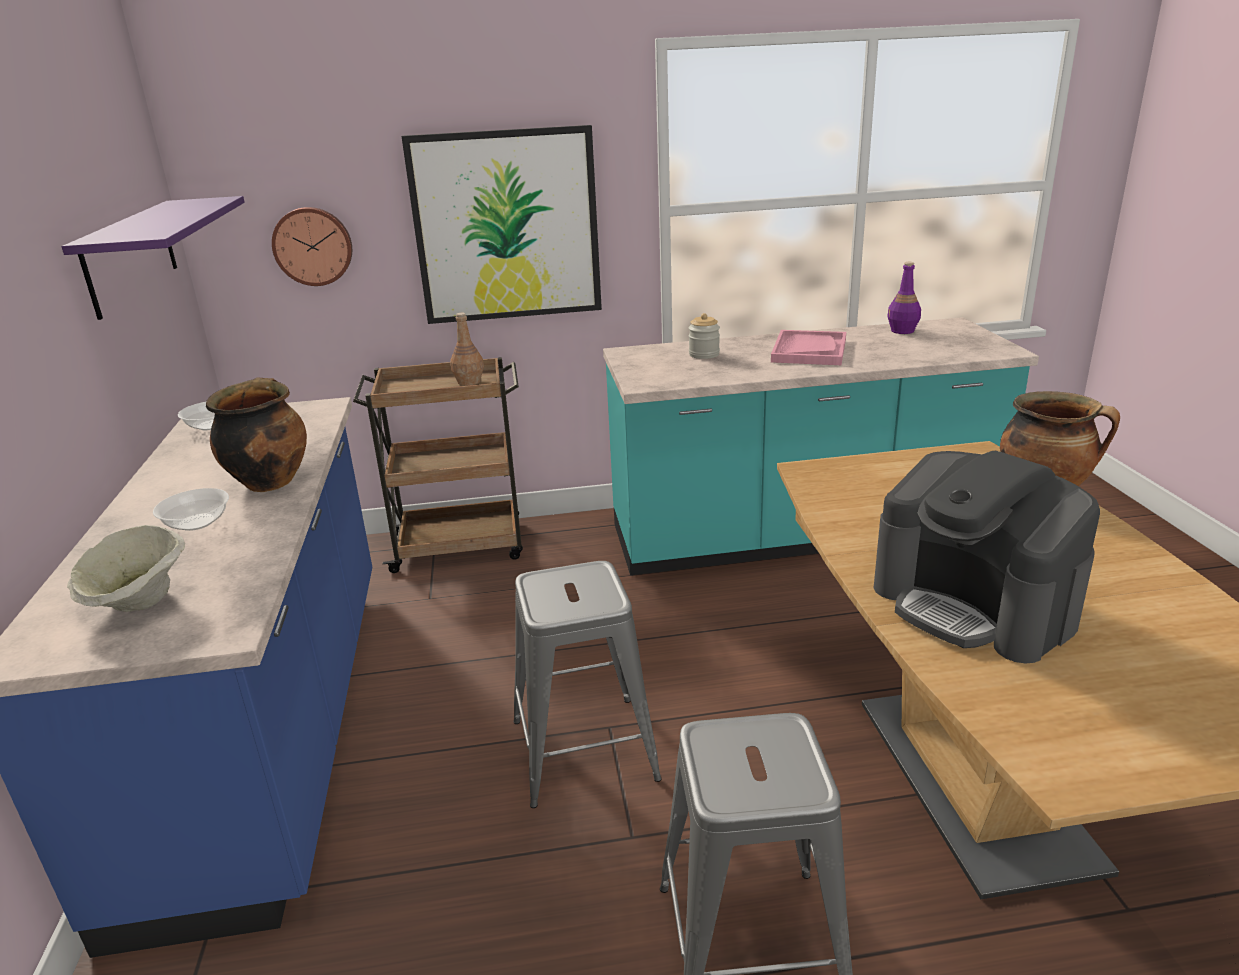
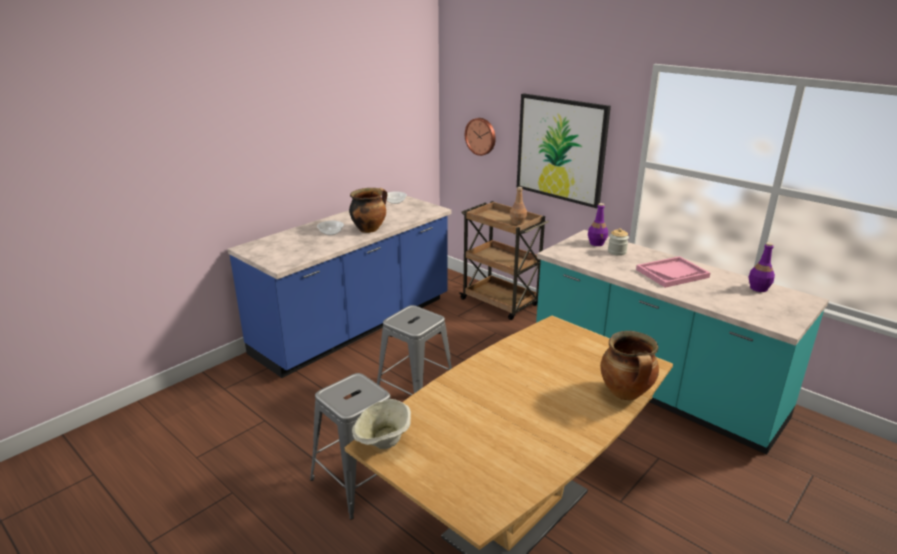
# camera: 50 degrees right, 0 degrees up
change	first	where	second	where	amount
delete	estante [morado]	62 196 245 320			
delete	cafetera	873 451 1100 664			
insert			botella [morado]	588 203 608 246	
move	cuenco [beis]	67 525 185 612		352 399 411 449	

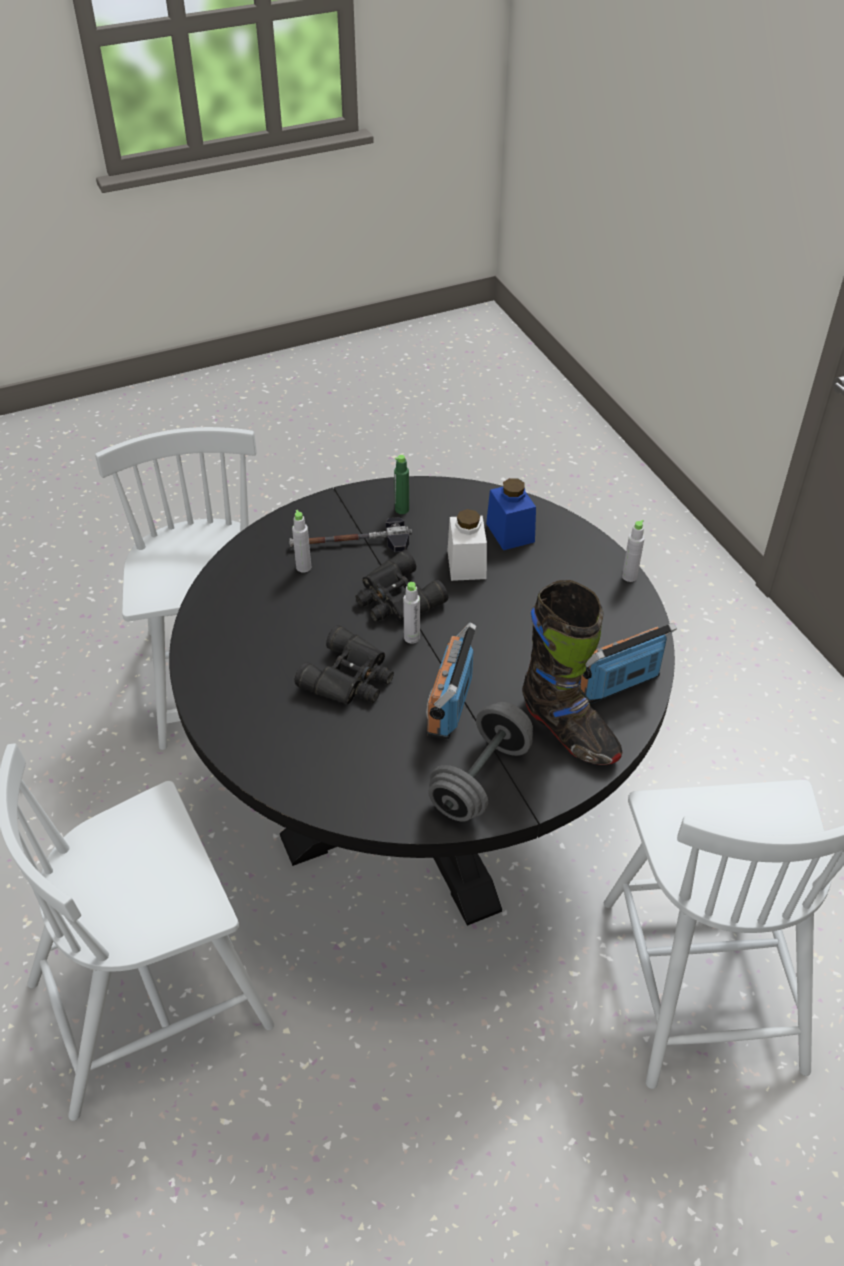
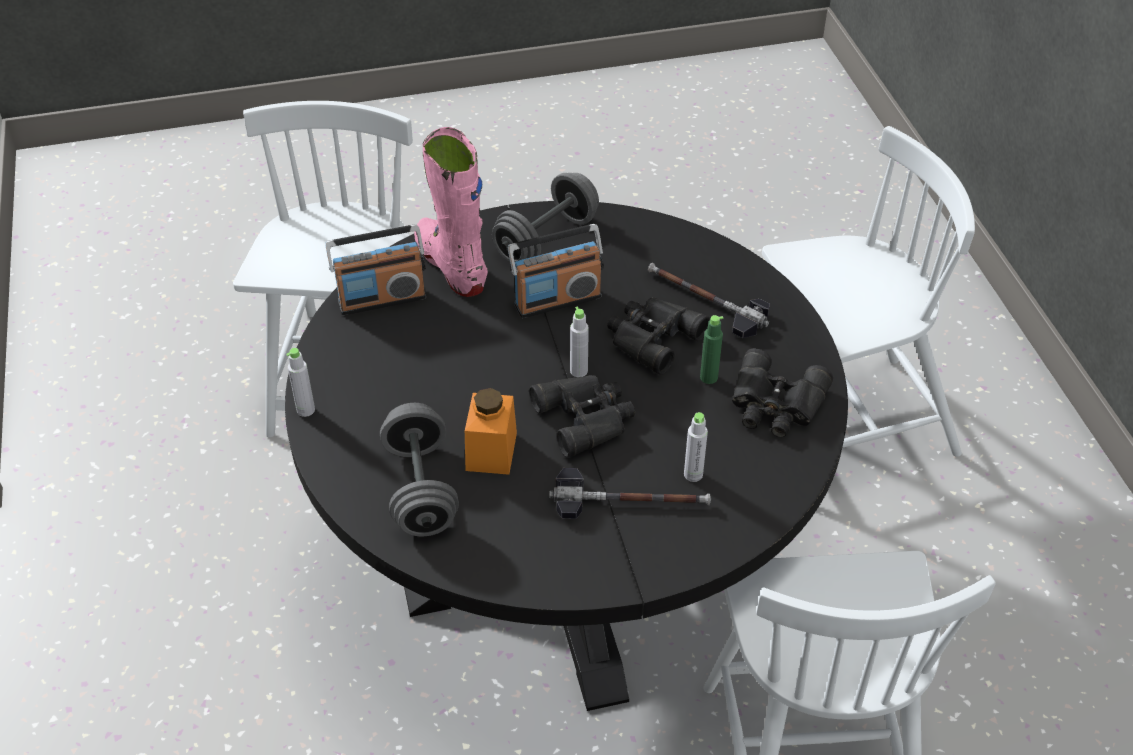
# camera: 170 degrees left, 0 degrees up
change	first	where	second	where	amount
insert			martillo	648 263 770 338	
insert			prismáticos [negro]	732 348 833 438	
move	botella [verde]	394 455 409 514		700 315 723 384	
replace	tarro [azul]	486 478 536 550	mancuerna [gris]	380 403 459 536	
recolor	tarro [blanco]	447 509 487 581	tarro [naranja]	465 388 517 475	
recolor	bota [negro]	522 580 623 765	bota [rosa]	414 127 488 297	
rotate	radio	426 622 476 740		508 224 604 318	45 degrees clockwise

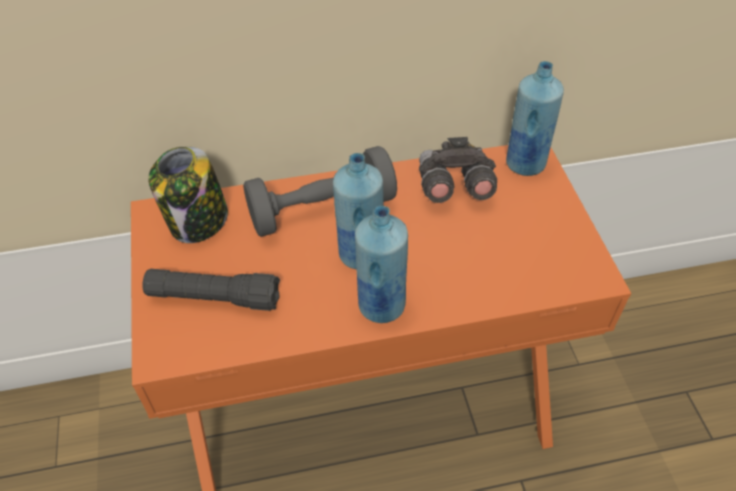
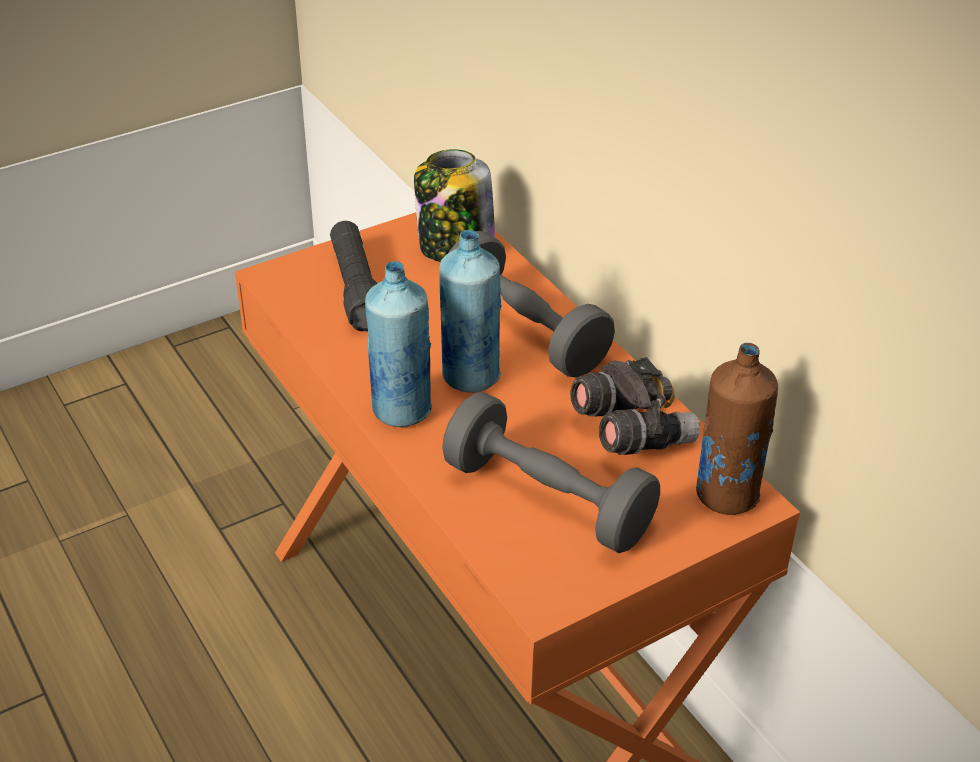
# camera: 70 degrees right, 10 degrees down
change	first	where	second	where	amount
insert			mancuerna [gris]	442 392 660 553	
recolor	botella [azul]	506 61 564 176	botella [marrón]	696 343 778 515	

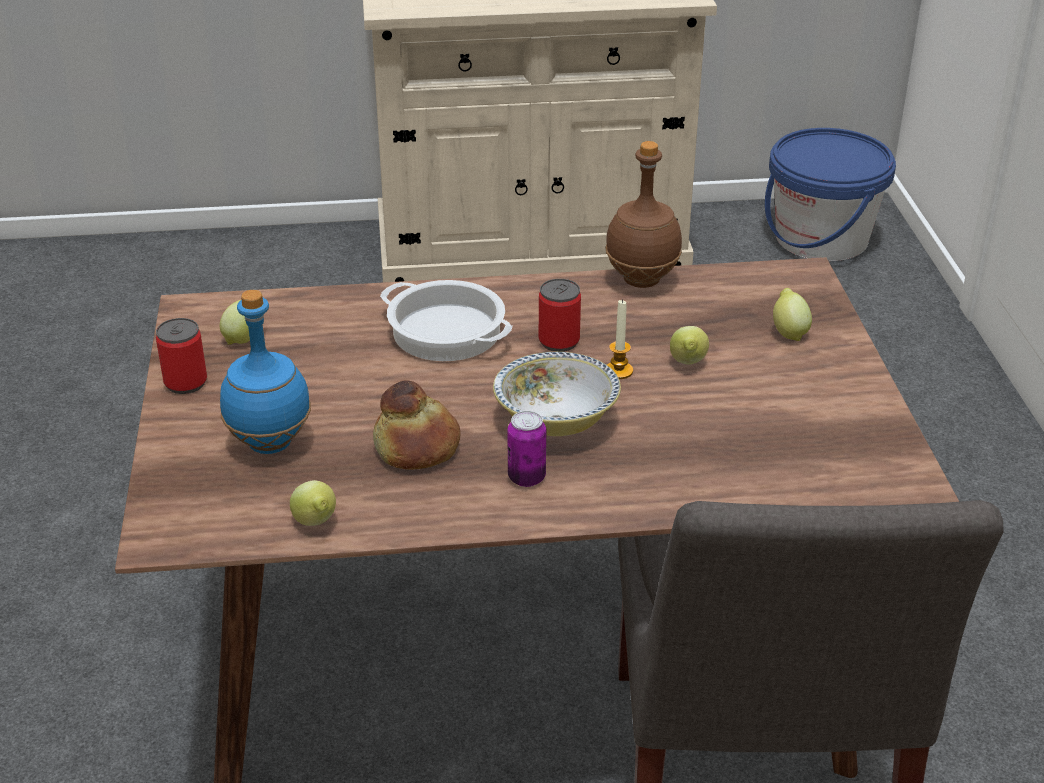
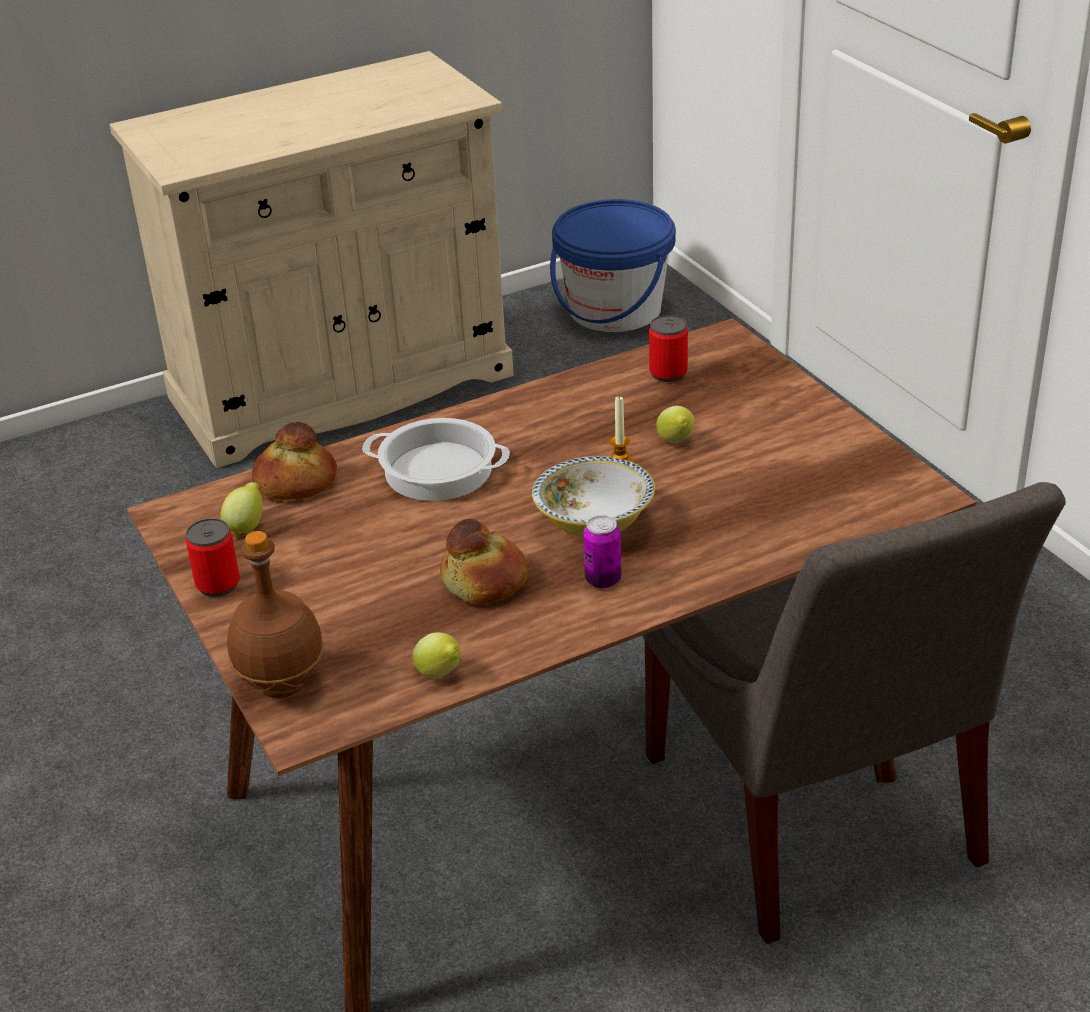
# camera: 20 degrees left, 0 degrees up
change	first	where	second	where	amount
delete	botella [azul]	220 290 311 454			
delete	limón	773 288 812 341			
insert			pan	252 421 337 500	
move	lata	539 279 581 352		649 315 688 382	
move	botella [marrón]	605 141 682 288		227 531 324 698	

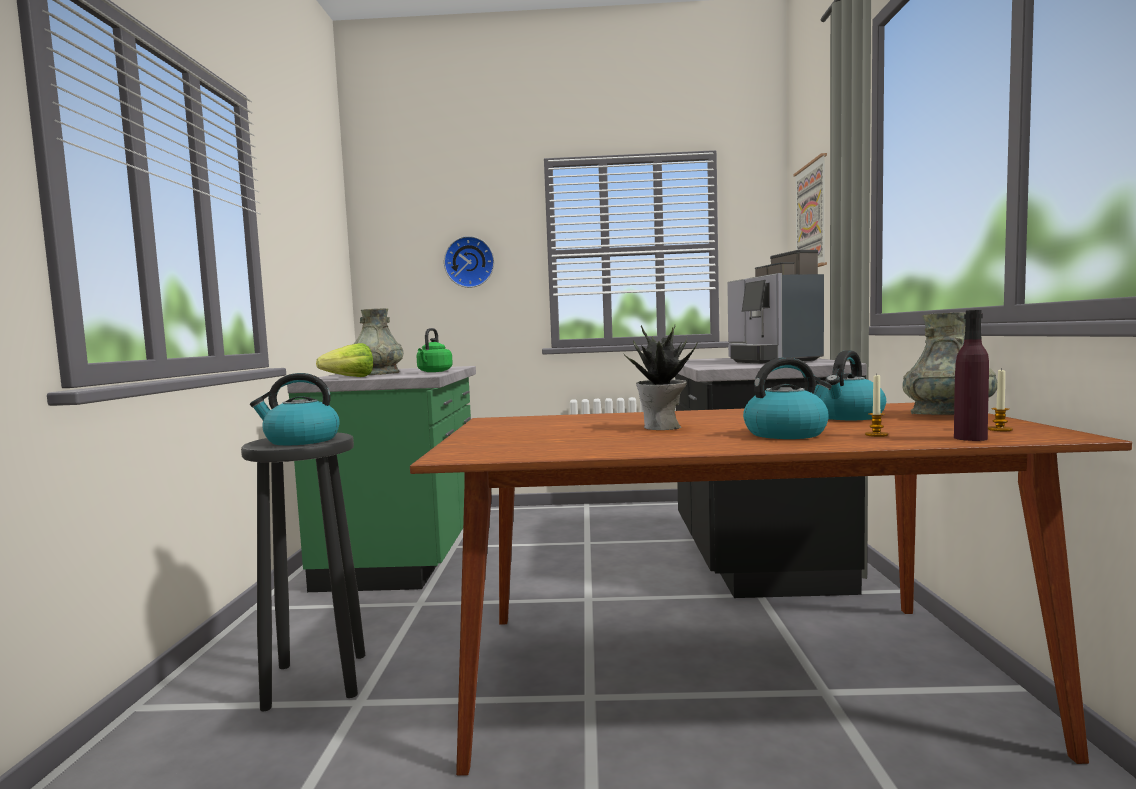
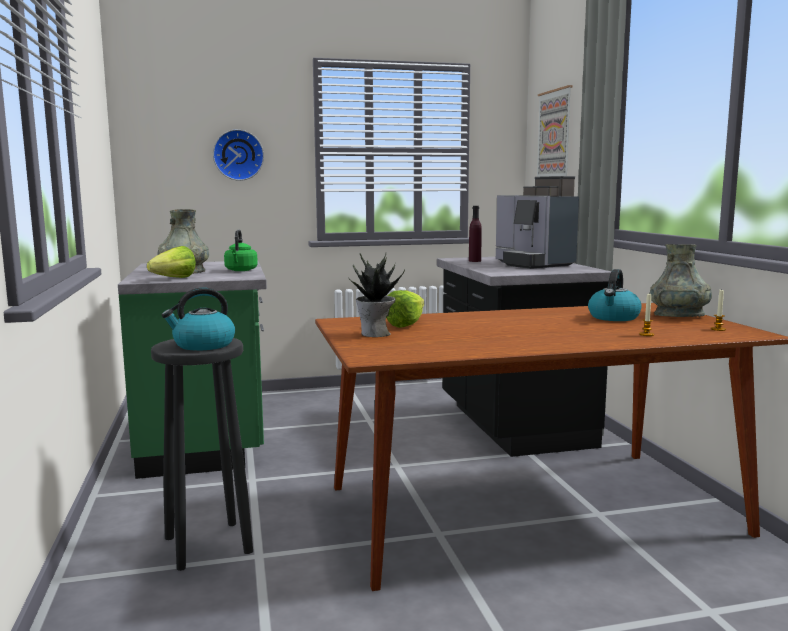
# camera: 15 degrees left, 5 degrees up
change	first	where	second	where	amount
delete	hervidor	743 357 832 439			
insert			lechuga	386 290 424 328	
move	planta en maceta	624 325 698 430		348 253 405 337	
move	botella [morado]	954 310 989 441		469 206 482 262	

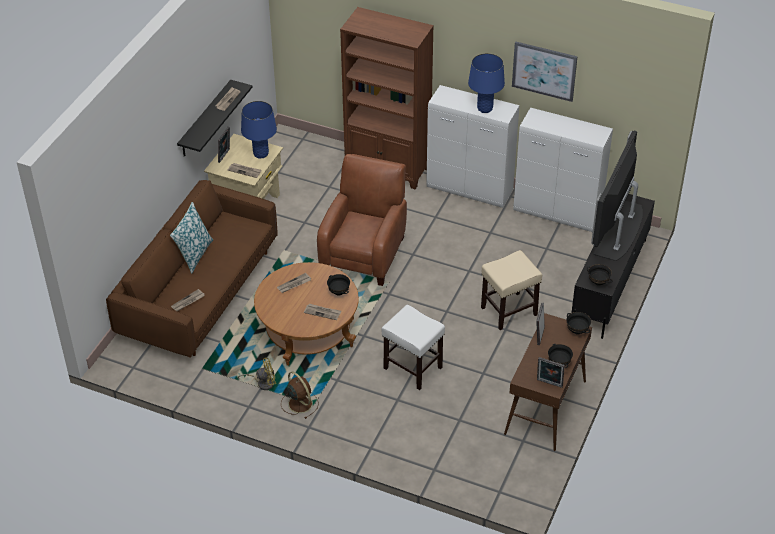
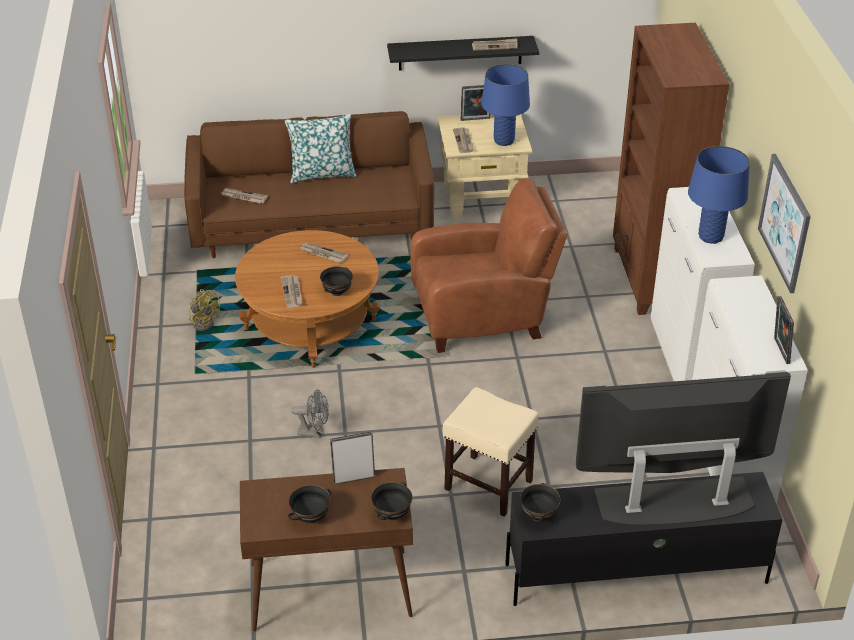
# camera: 60 degrees right, 5 degrees down
change	first	where	second	where	amount
delete	ventilador [marrón]	281 372 319 419			
move	portarretratos	537 357 565 388		774 296 794 364	
replace	taburete [blanco]	382 305 445 390	ventilador [gris]	291 389 329 438	

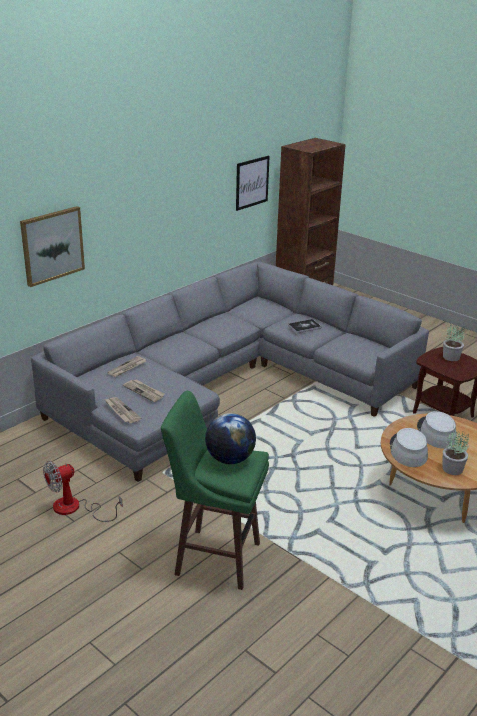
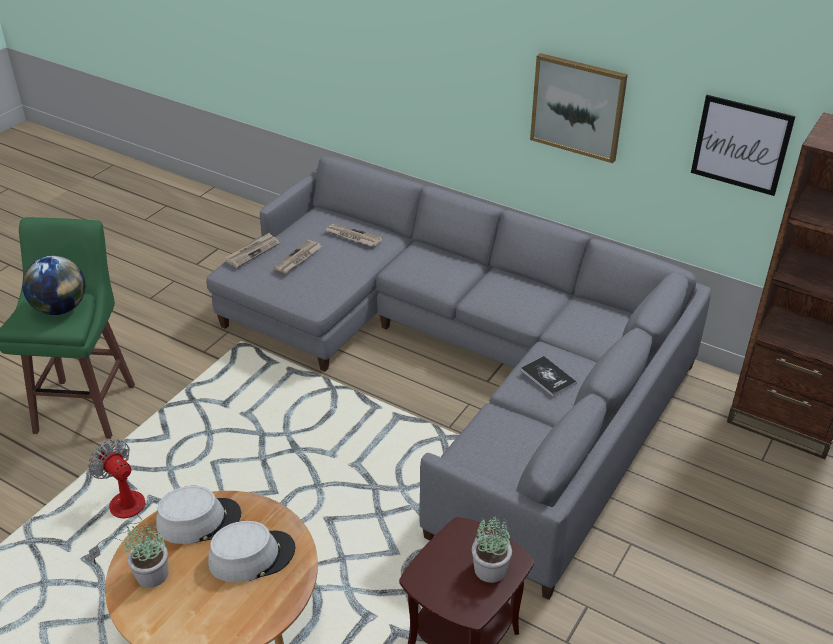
# camera: 80 degrees right, 10 degrees up
change	first	where	second	where	amount
move	cuadro	20 206 85 287		530 53 628 163	
move	ventilador	43 461 123 522		88 439 145 565	

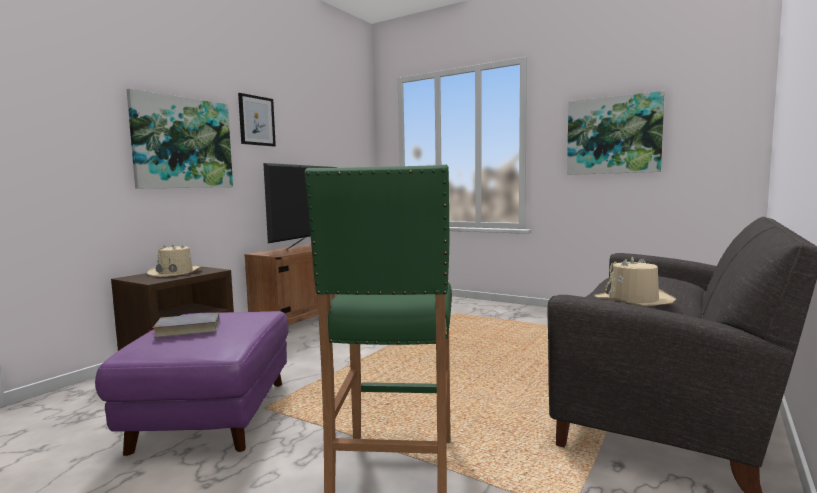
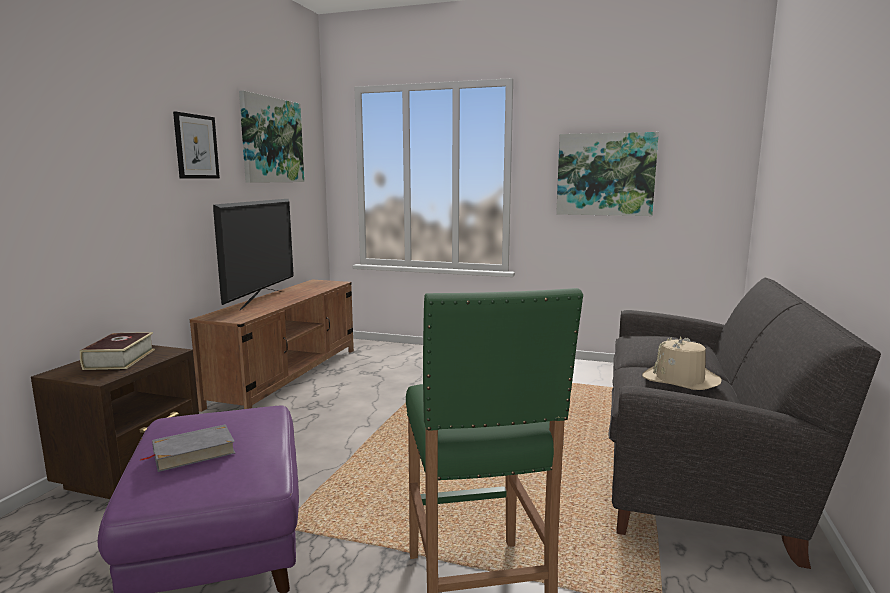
# camera: 15 degrees left, 5 degrees up
change	first	where	second	where	amount
move	cuadro	127 89 233 188		239 91 304 183	
replace	sombrero [beis]	147 243 203 277	libro	80 332 155 370	

